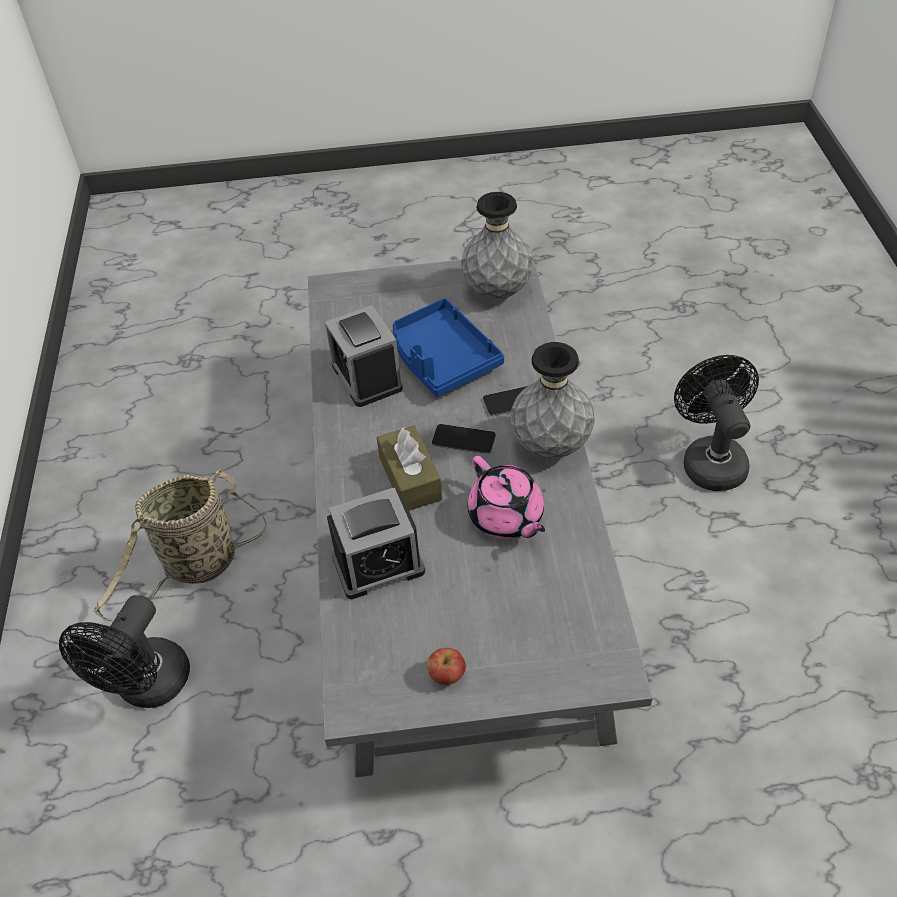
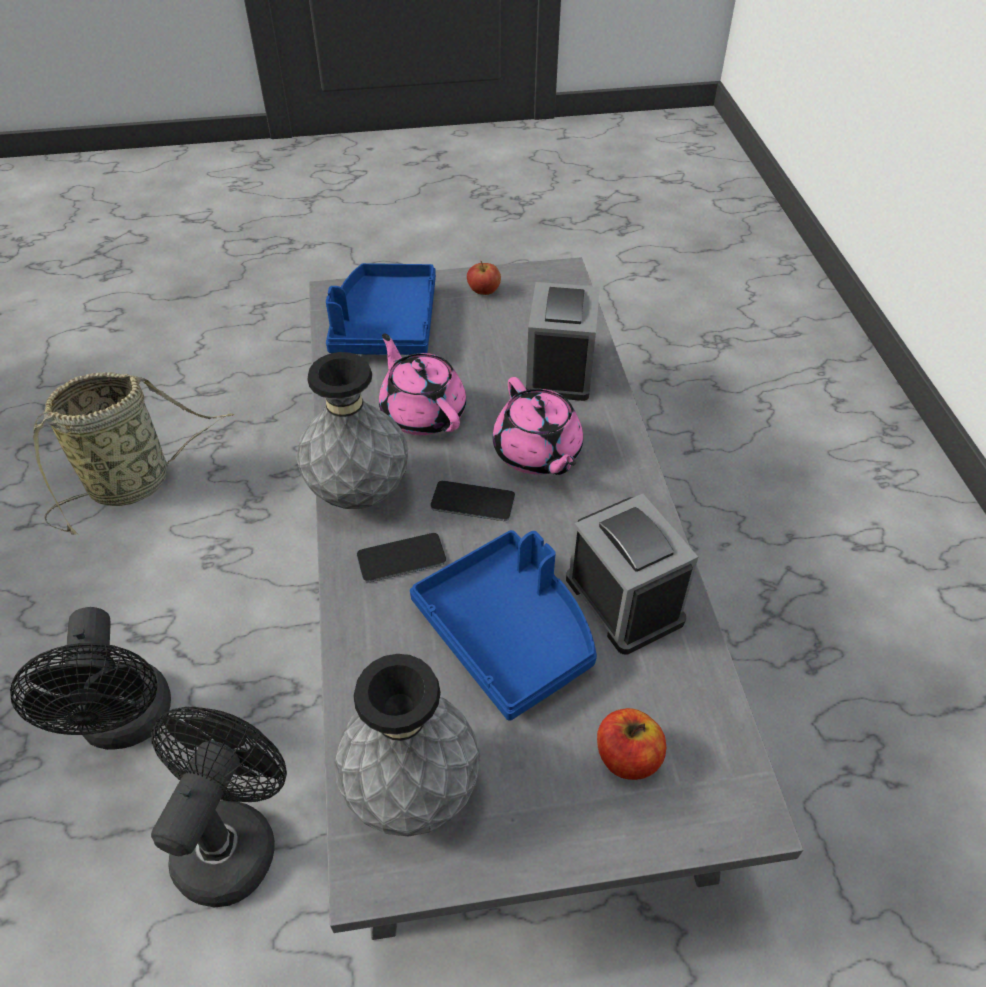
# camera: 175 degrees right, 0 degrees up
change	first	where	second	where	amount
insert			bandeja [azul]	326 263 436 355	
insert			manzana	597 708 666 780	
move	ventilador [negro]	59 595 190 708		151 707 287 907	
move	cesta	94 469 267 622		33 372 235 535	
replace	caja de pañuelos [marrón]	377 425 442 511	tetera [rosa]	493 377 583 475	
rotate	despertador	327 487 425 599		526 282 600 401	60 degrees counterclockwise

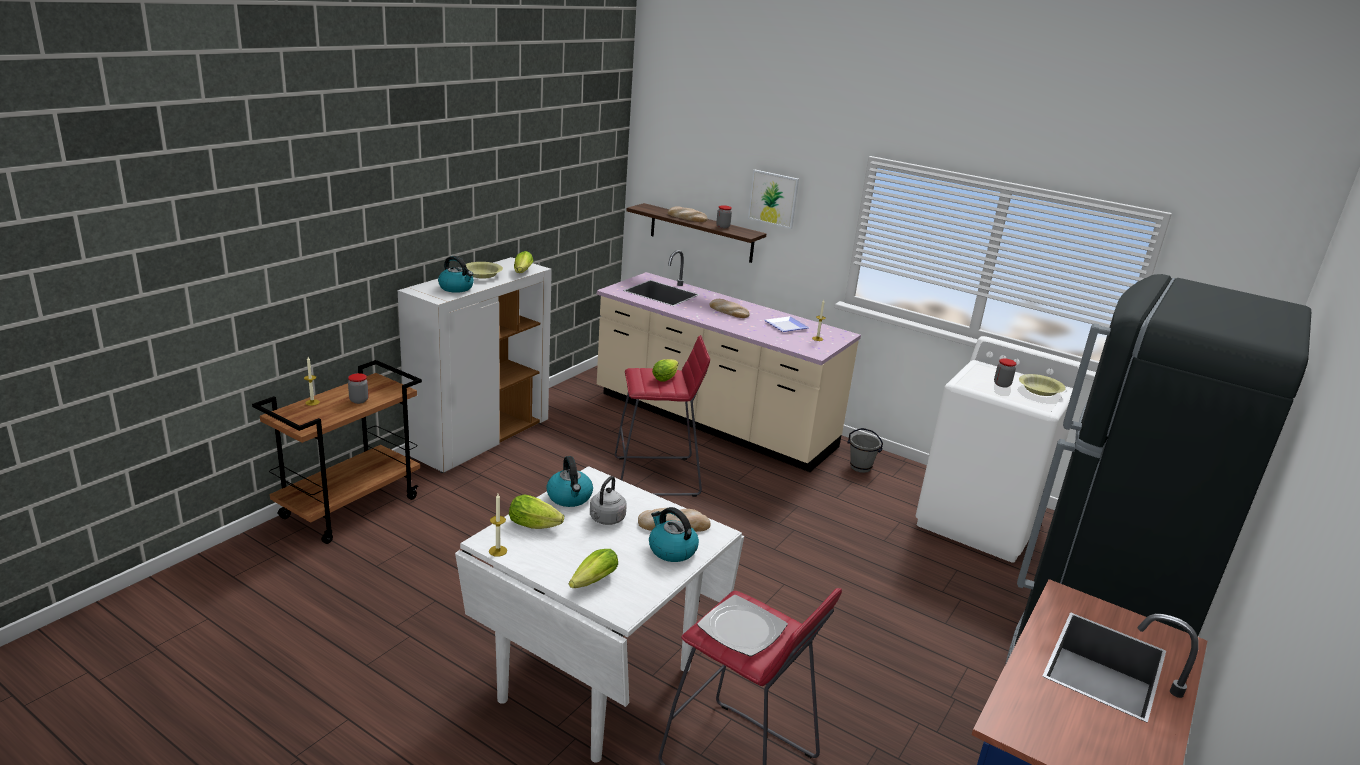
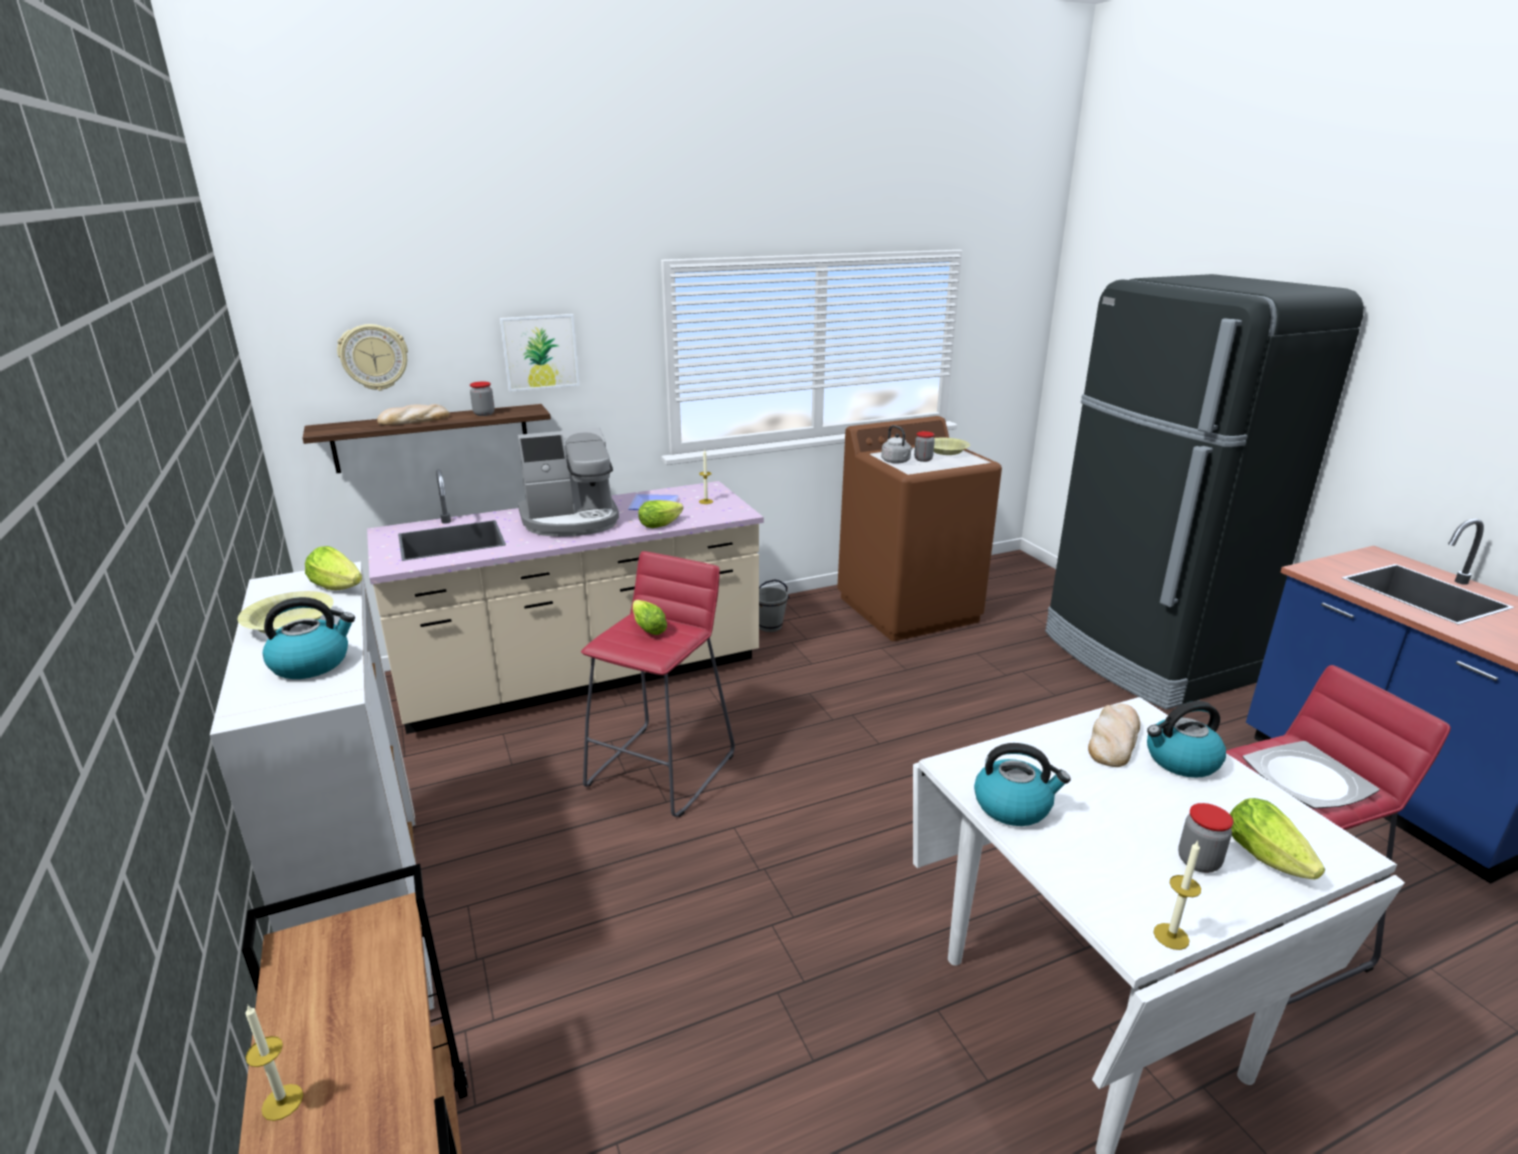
# camera: 55 degrees left, 0 degrees up
change	first	where	second	where	amount
insert			reloj de pared	337 324 408 391	
move	tarro	348 373 369 404		1178 803 1233 873	
move	lechuga	509 494 564 529		638 500 684 528	
move	hervidor [gris]	590 476 627 525		881 425 912 464	
replace	pan	710 299 750 318	cafetera	518 428 619 537	
recolor	lavadora [blanco]	916 336 1081 563	lavadora [marrón]	837 416 1002 641	

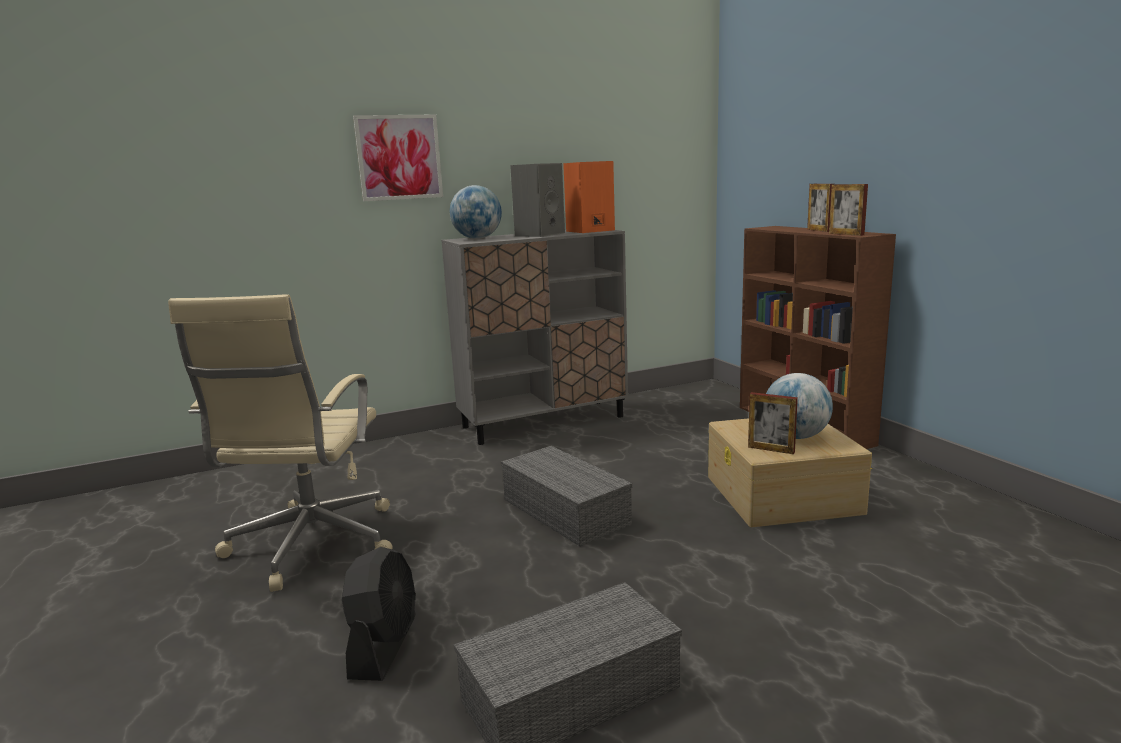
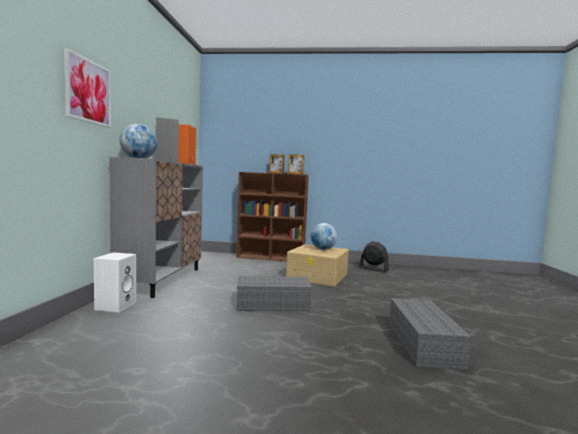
# camera: 60 degrees left, 10 degrees down
change	first	where	second	where	amount
delete	silla de oficina [beis]	168 294 392 592			
delete	portarretratos	748 392 798 454			
insert			altavoz [blanco]	94 252 136 312	
move	ventilador [negro]	342 547 416 681		359 241 389 273	

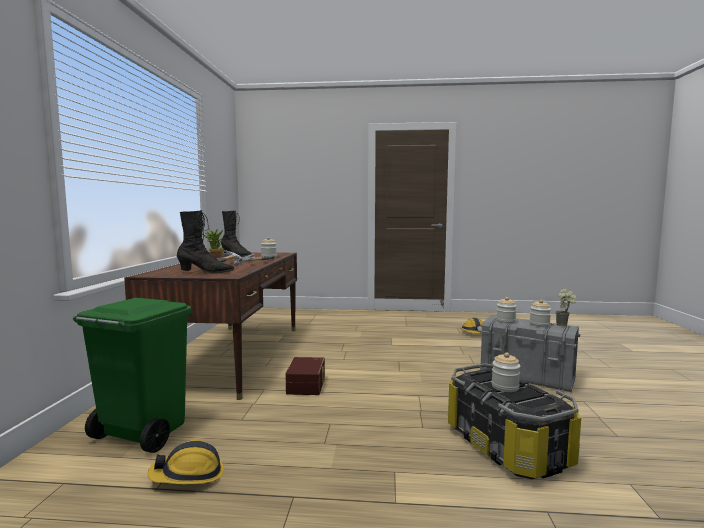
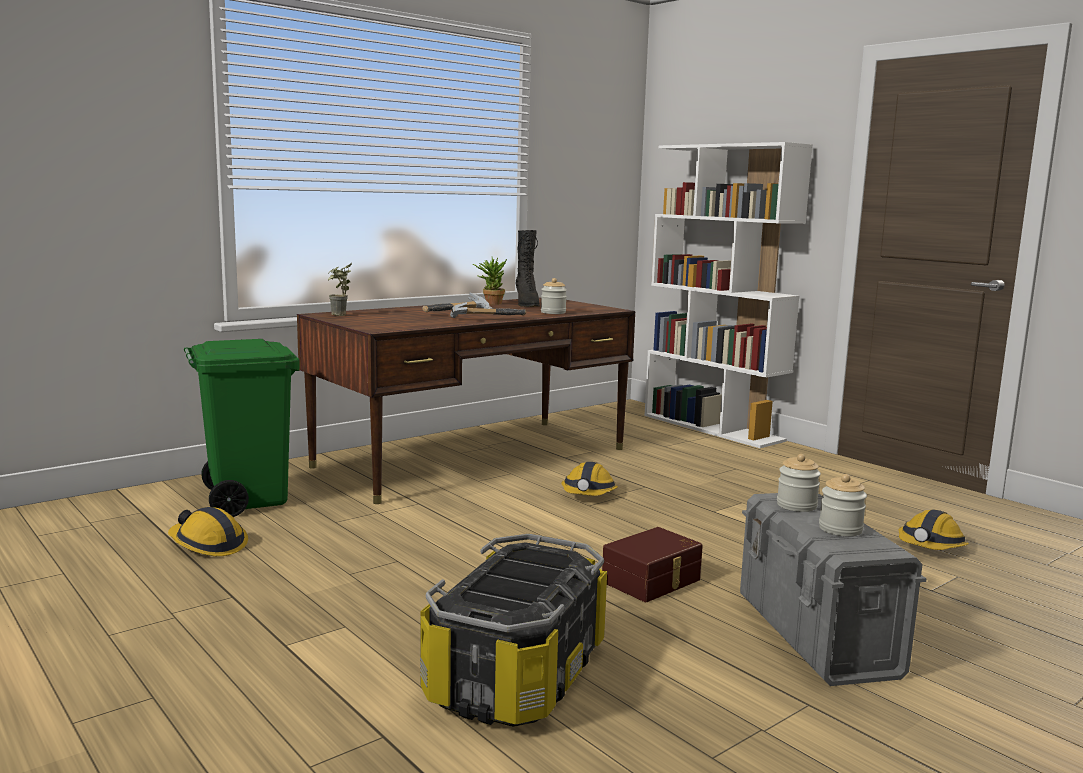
# camera: 45 degrees right, 5 degrees up
change	first	where	second	where	amount
delete	bota [negro]	177 210 234 274			
delete	tarro	492 352 521 392			
insert			casco	561 462 618 496	
insert			estantería [blanco]	644 142 813 448	
move	caja de almacenaje [marrón]	285 357 325 395		602 527 703 602	
move	planta en maceta	555 288 576 326		328 264 352 316	

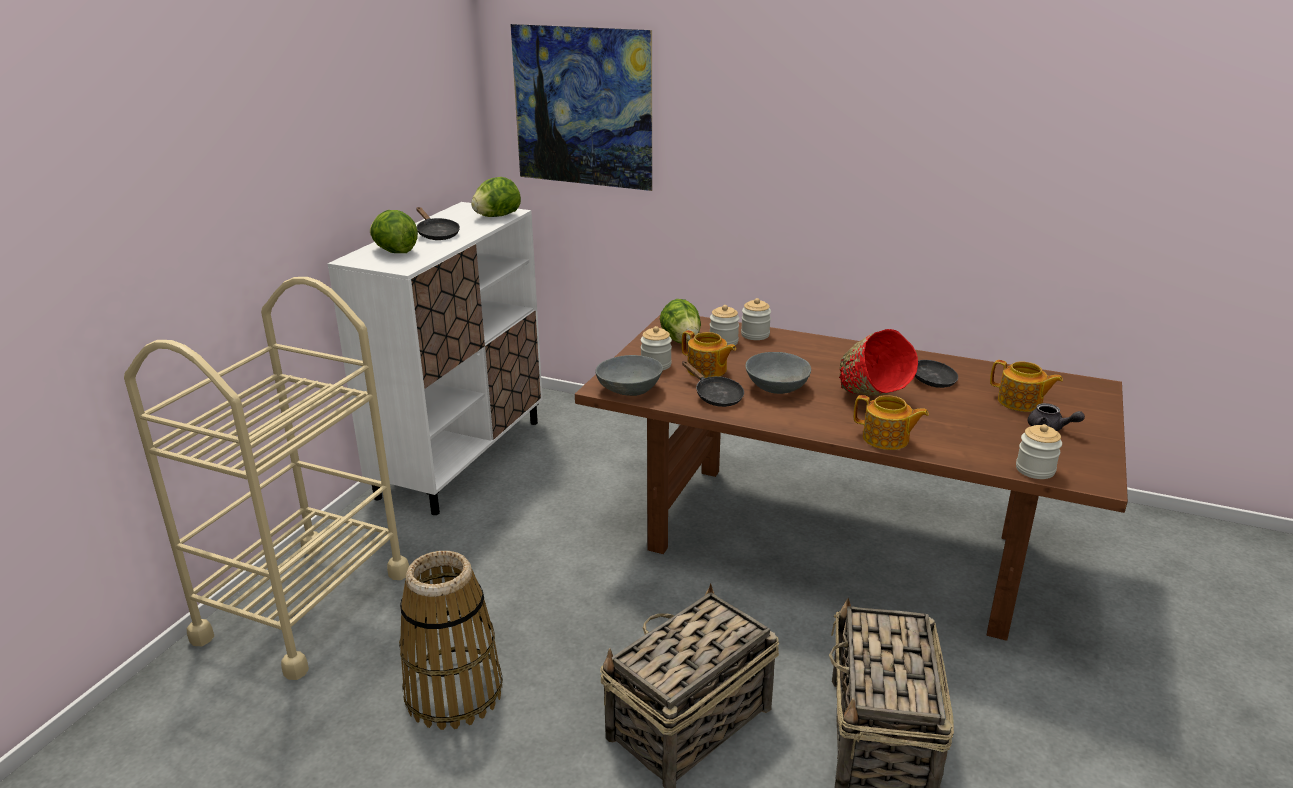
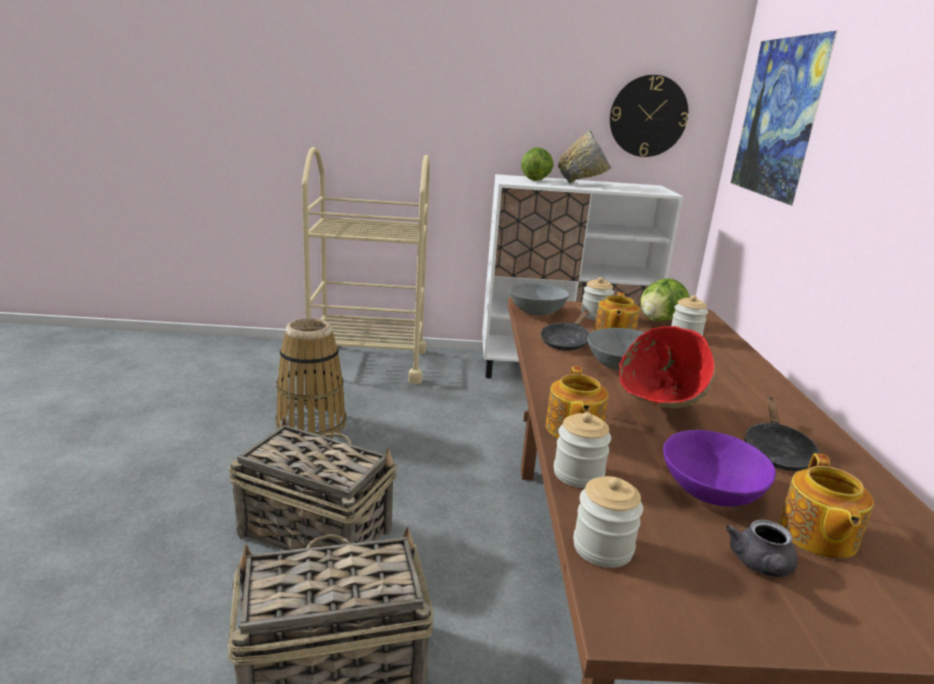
# camera: 65 degrees right, 5 degrees down
change	first	where	second	where	amount
delete	lechuga	471 177 521 217			
insert			reloj de pared	610 75 688 157	
insert			cuenco [morado]	663 430 776 507	
move	tarro	741 298 771 340		554 412 611 488	
replace	sartén [negro]	416 207 460 240	cuenco [gris]	558 131 611 183	

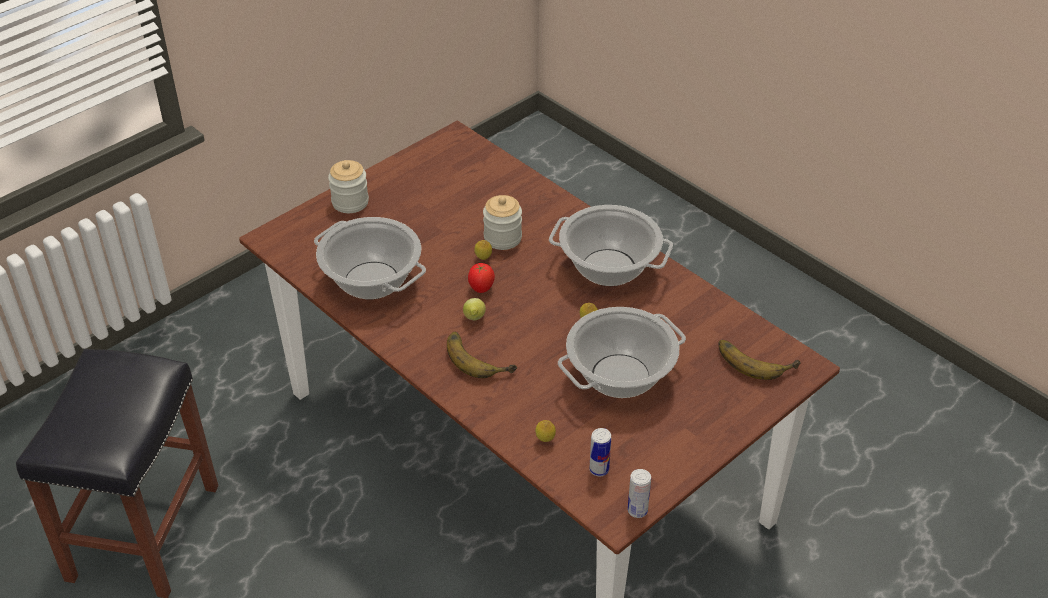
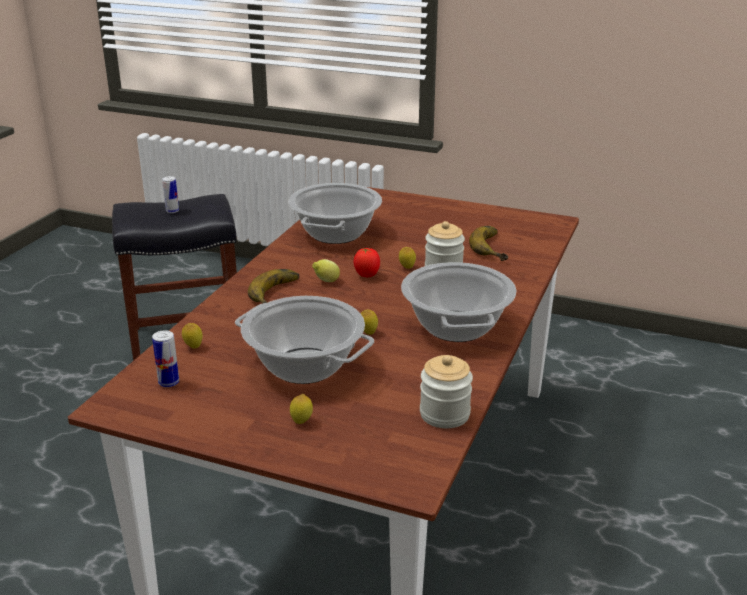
# camera: 65 degrees right, 15 degrees down
change	first	where	second	where	amount
insert			limón	290 394 313 424	
move	tarro	328 160 369 213		420 355 473 428	
move	lata	628 469 651 518		162 176 179 213	
move	plátano	718 340 801 380		469 226 508 261	

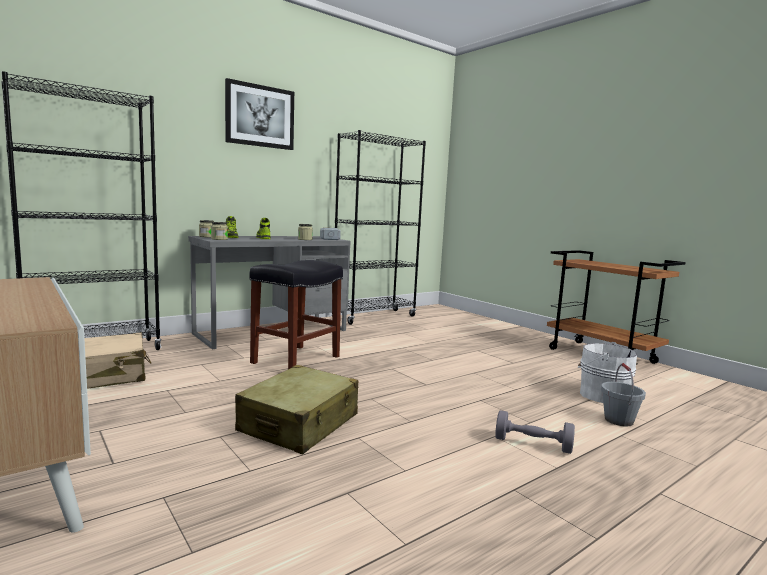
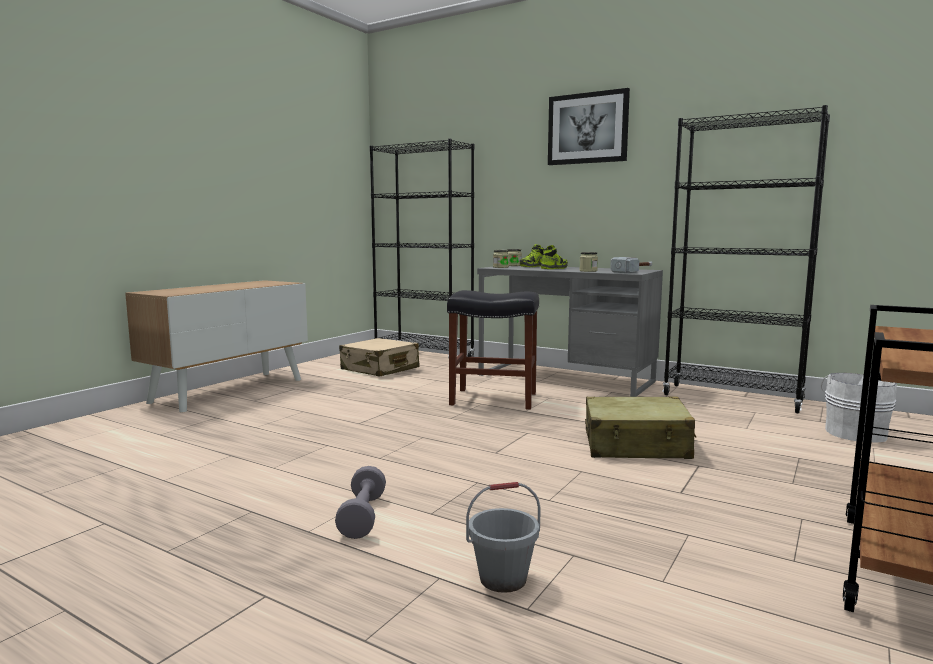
# camera: 70 degrees right, 0 degrees up
change	first	where	second	where	amount
move	maleta [beis]	235 365 358 454		585 396 696 459	
move	cubo [blanco]	578 342 637 403		821 373 897 442	

